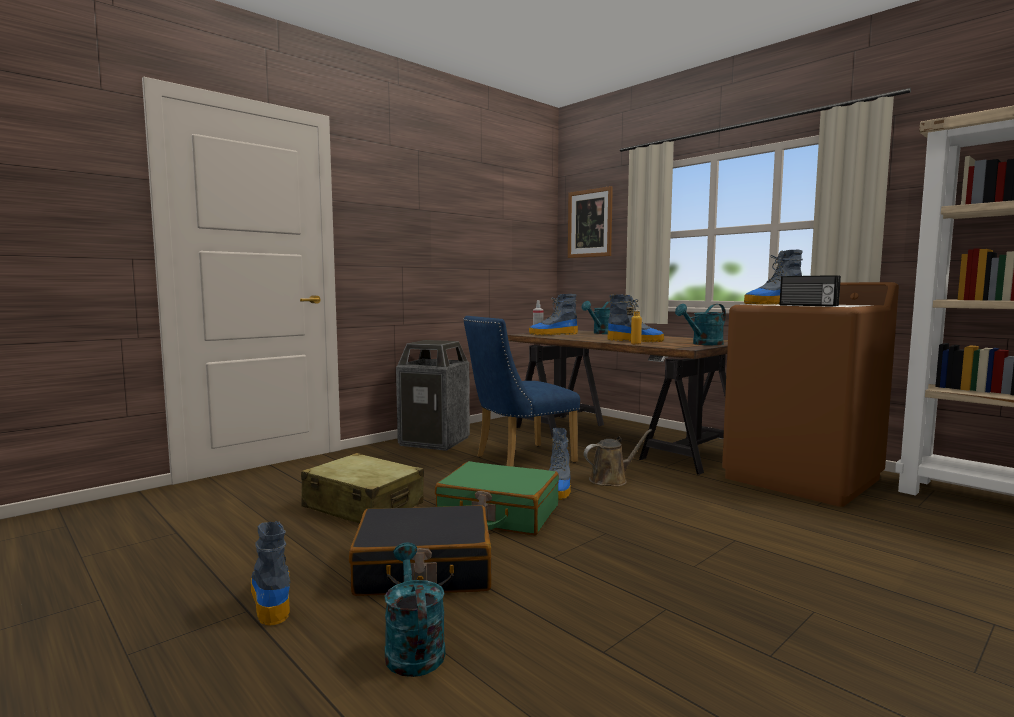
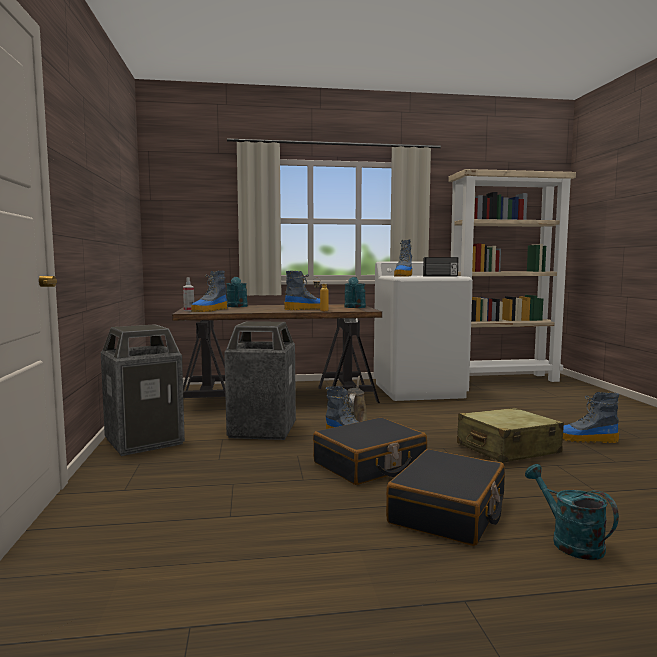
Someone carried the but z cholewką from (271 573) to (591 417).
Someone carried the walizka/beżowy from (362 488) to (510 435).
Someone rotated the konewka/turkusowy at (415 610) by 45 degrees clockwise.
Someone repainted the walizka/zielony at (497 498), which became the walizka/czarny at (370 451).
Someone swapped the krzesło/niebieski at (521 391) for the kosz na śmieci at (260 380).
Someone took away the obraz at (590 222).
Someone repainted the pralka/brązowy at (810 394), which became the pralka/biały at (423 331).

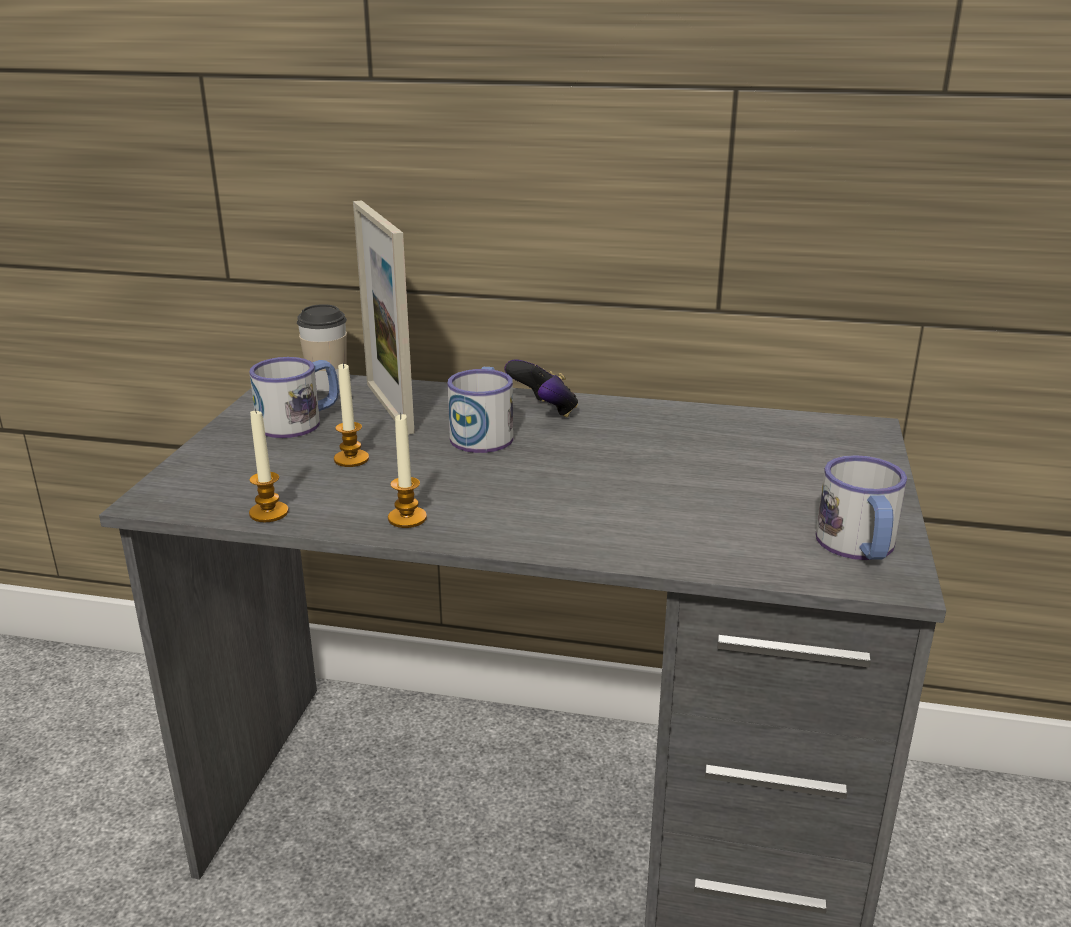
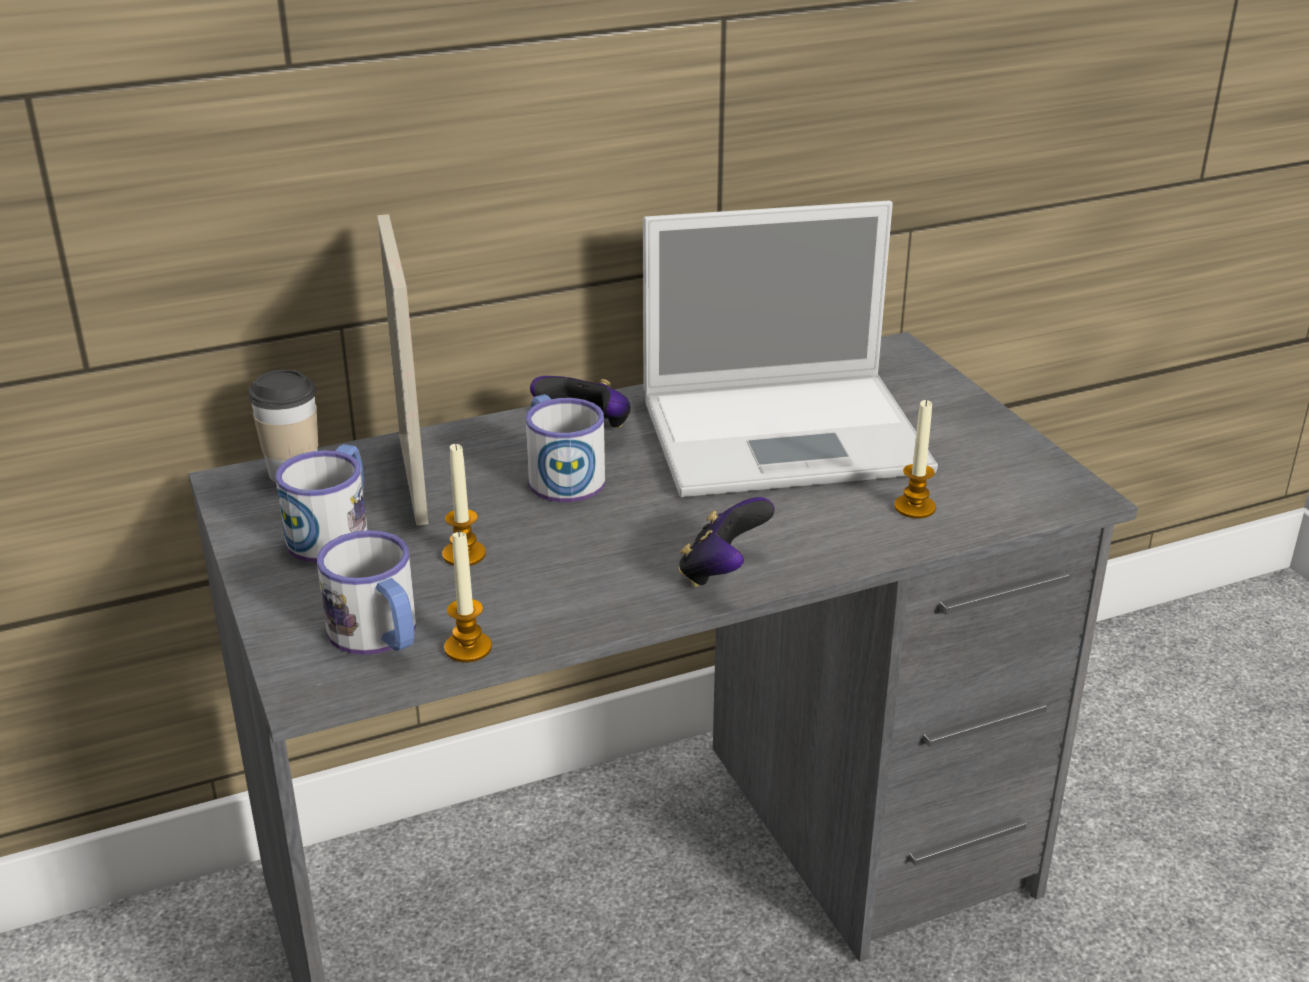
Someone rotated the ramka na zdjęcie at (384 317) by 45 degrees clockwise.
Someone carried the świeca from (407 470) to (915 459).
Someone carried the kubek from (861 507) to (366 592).
Someone put down the laptop at (790 349).
Someone put down the pad do gier at (727 542).

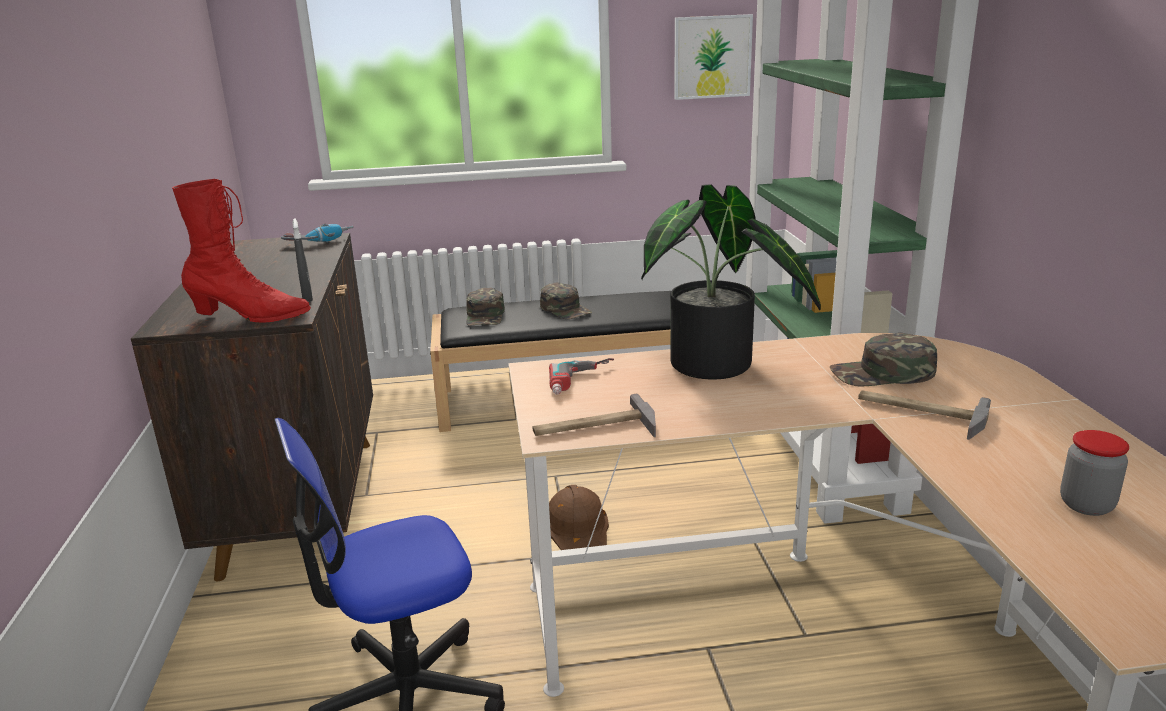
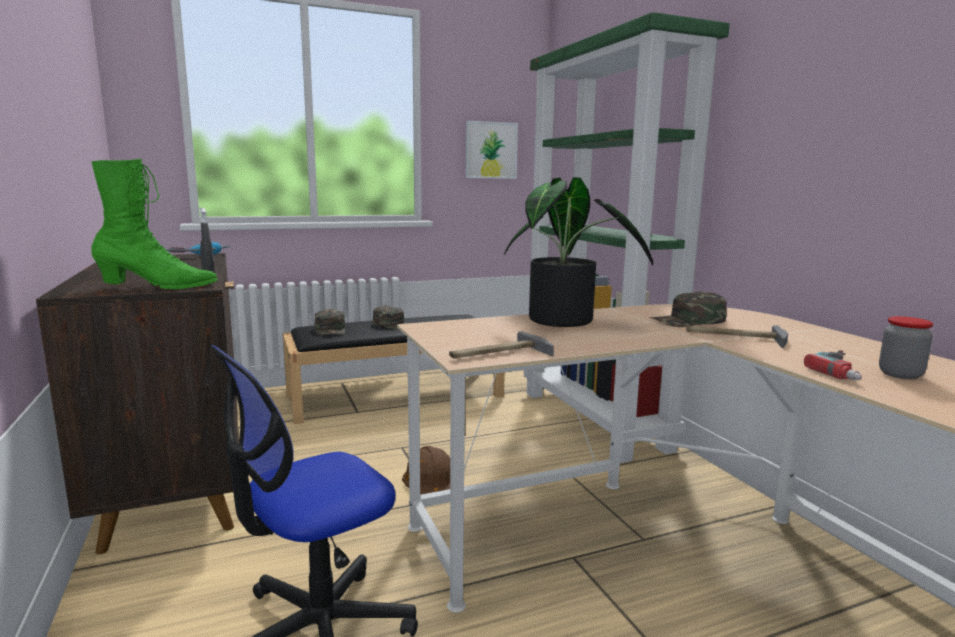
Someone repainted the but z cholewką/czerwony at (241 251), which became the but z cholewką/zielony at (154 224).
Someone carried the wiertarka from (581 376) to (833 365).

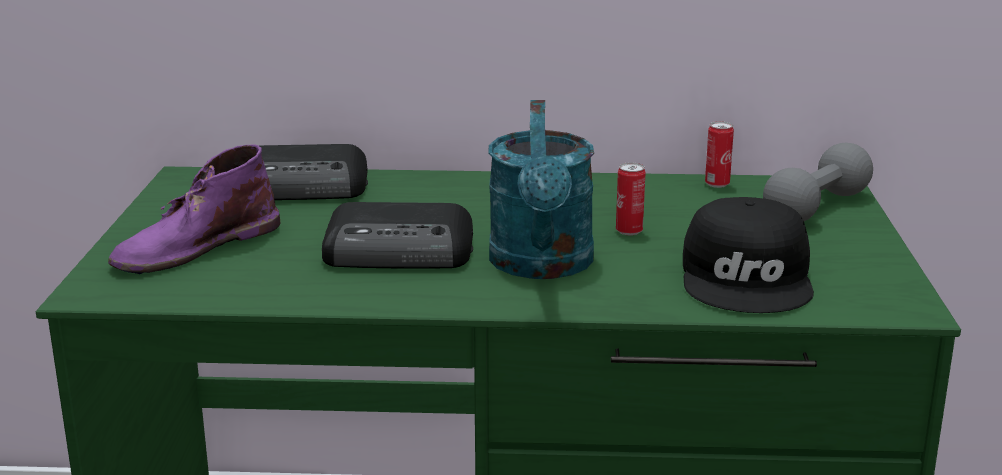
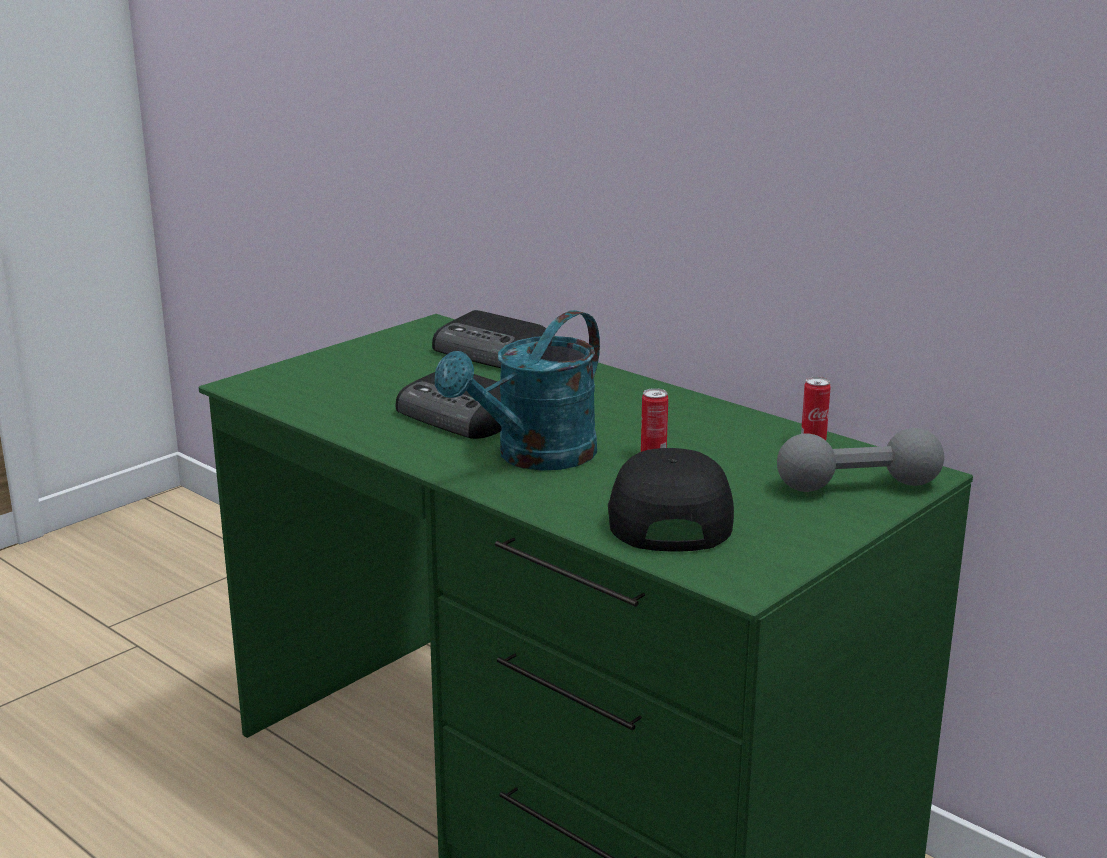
Someone took away the but z cholewką/fioletowy at (194 209).
Someone rotated the czapka z daszkiem/czarny at (748 255) by 135 degrees clockwise.

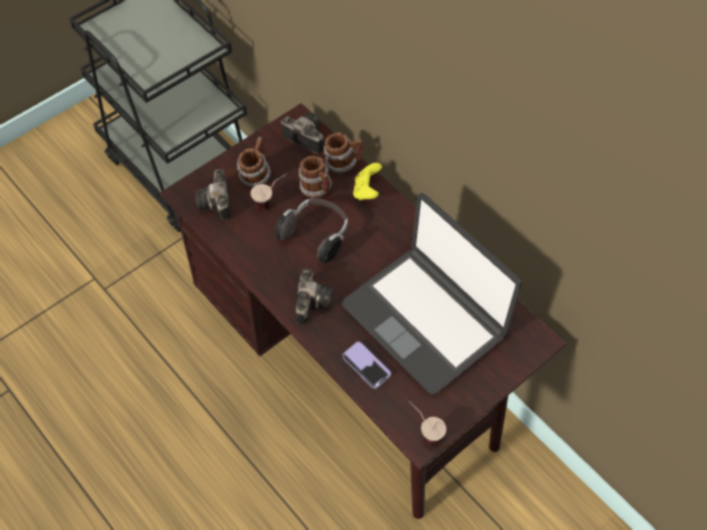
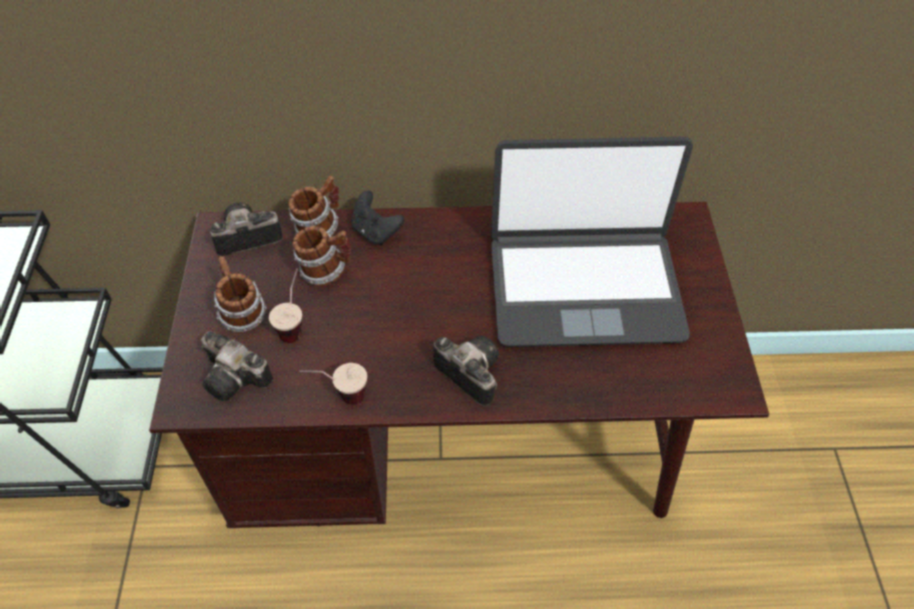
Someone took away the słuchawki at (311 230).
Someone took away the telefon at (366 365).
Someone repainted the pad do gier/żółty at (367 181), which became the pad do gier/czarny at (378 217).
Someone carried the filiżanka from (427 423) to (333 384).

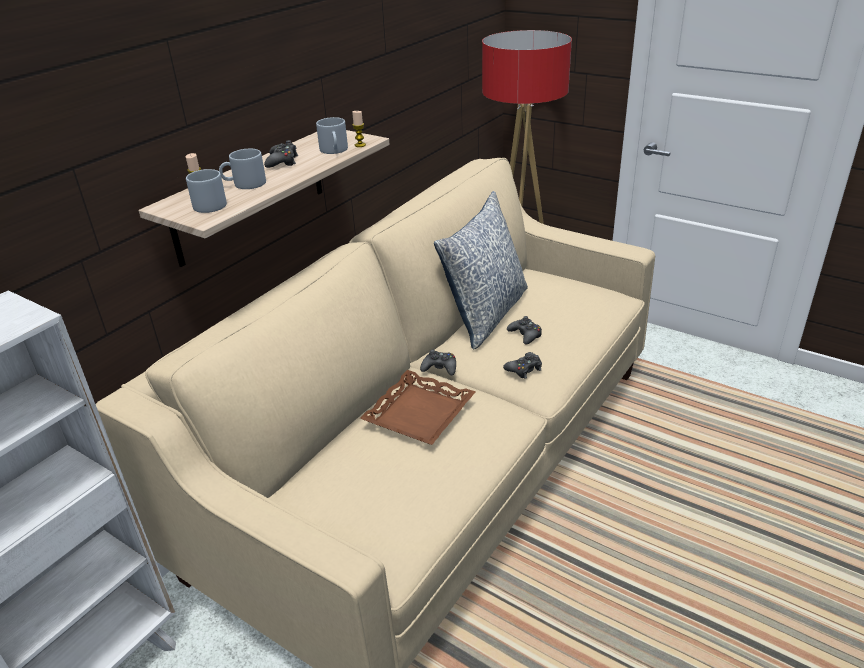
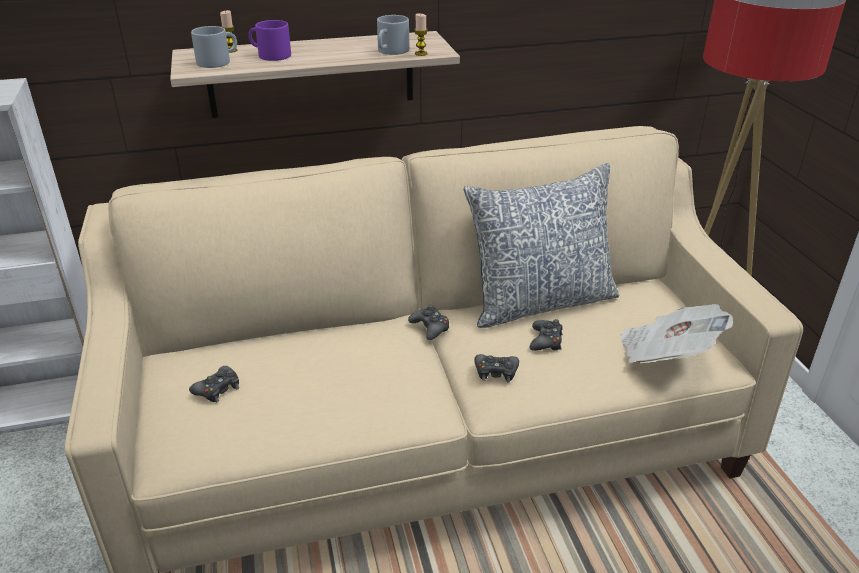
Someone repainted the kubek/szary at (242 169), which became the kubek/fioletowy at (269 40).
Someone carried the pad do gier/czarny from (281 154) to (214 384).
Someone took away the taca/brązowy at (418 407).
Someone put down the gazeta at (677 333).

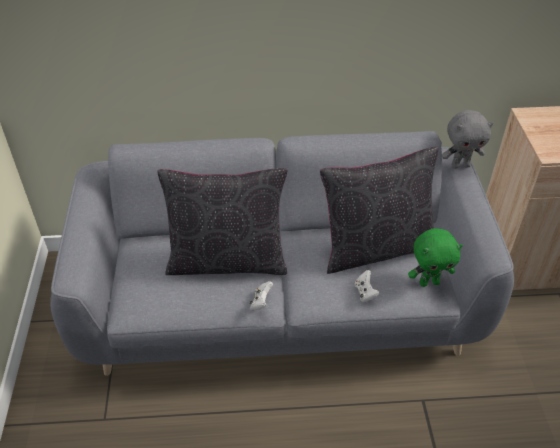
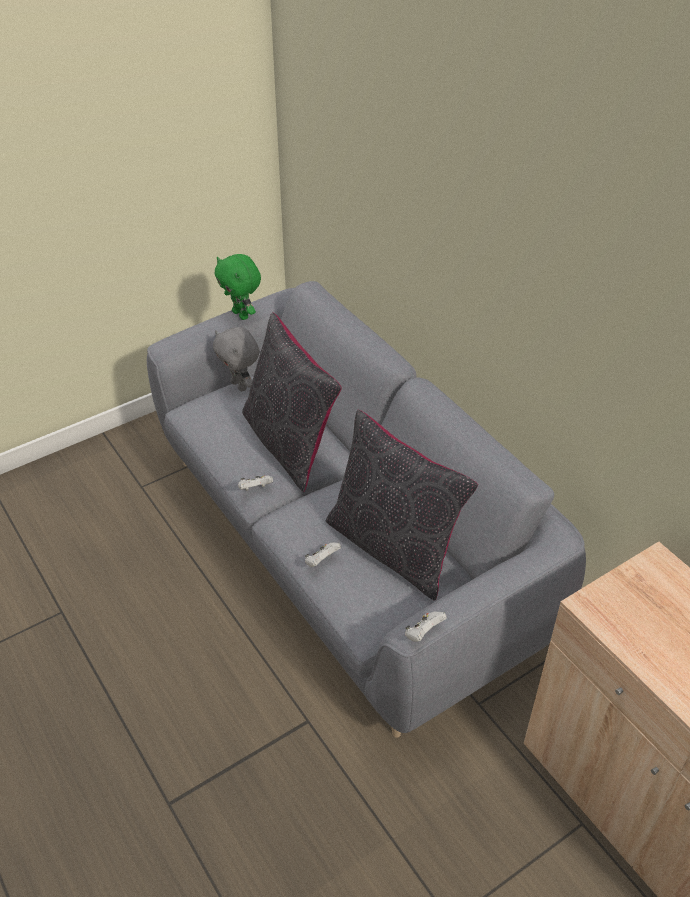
Someone carried the pluszak/zielony from (435 257) to (238 287).
Someone carried the pluszak/szary from (468 139) to (236 359).
Someone put down the pad do gier/biały at (426 627).

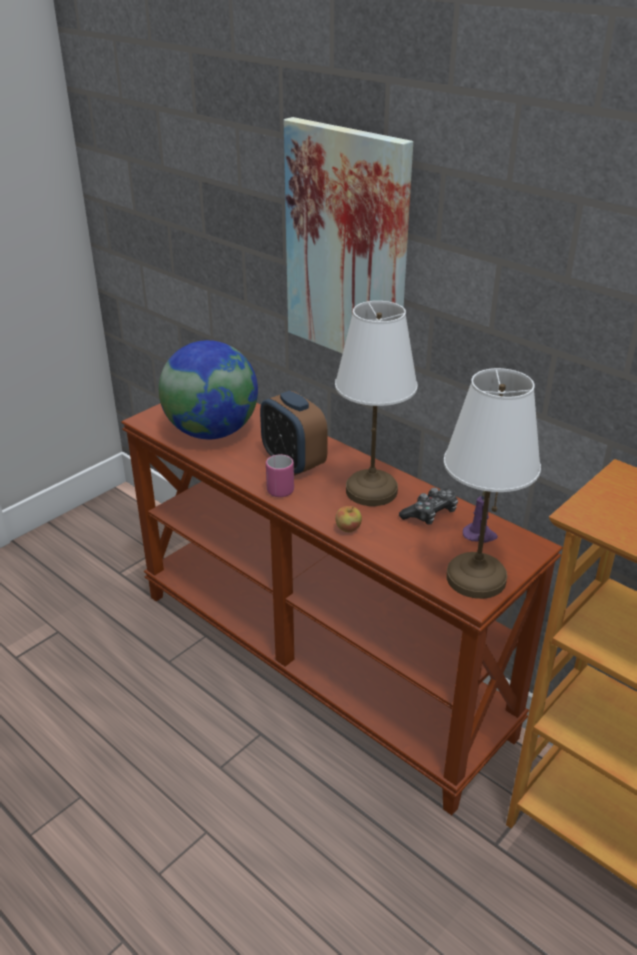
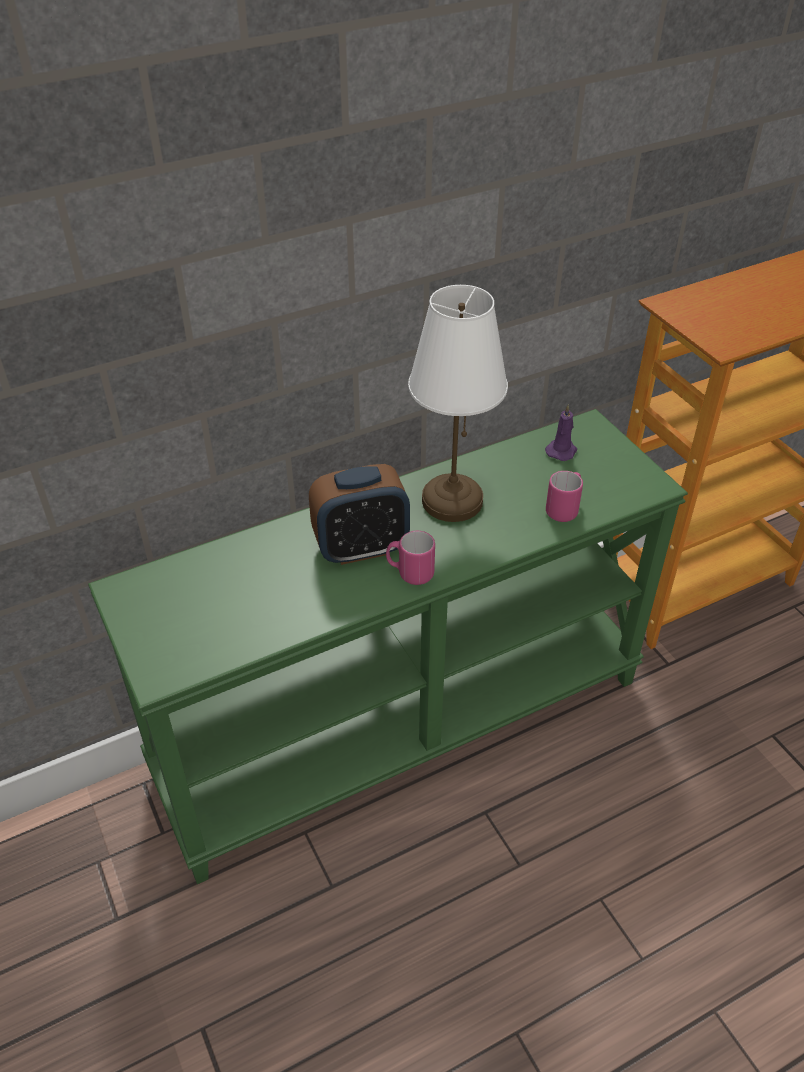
Someone repainted the stolik konsolowy/brązowy at (342 609), which became the stolik konsolowy/zielony at (388 646).
Someone took away the globus at (208 389).
Someone took away the obraz at (348 235).
Someone took away the jabłko at (349 519).
Someone took away the pad do gier at (428 506).
Someone took away the lampa stołowa/biały at (492 483).
Someone put down the kubek/różowy at (564 496).

